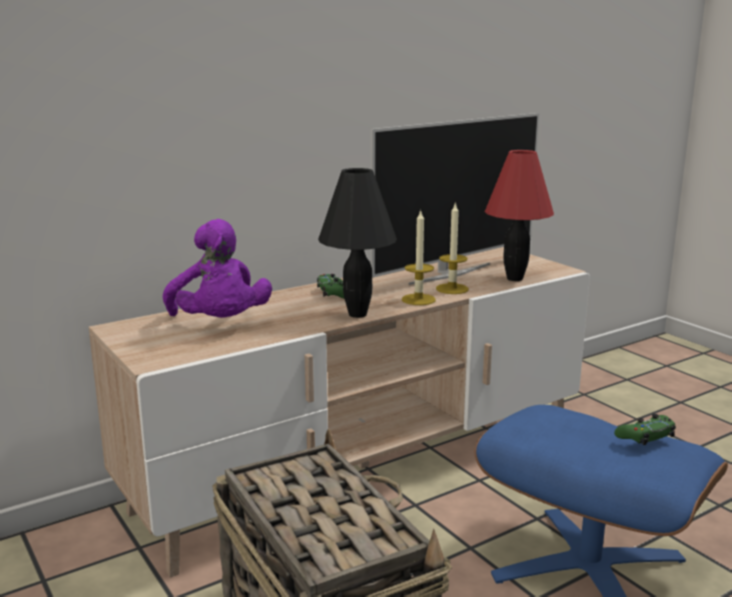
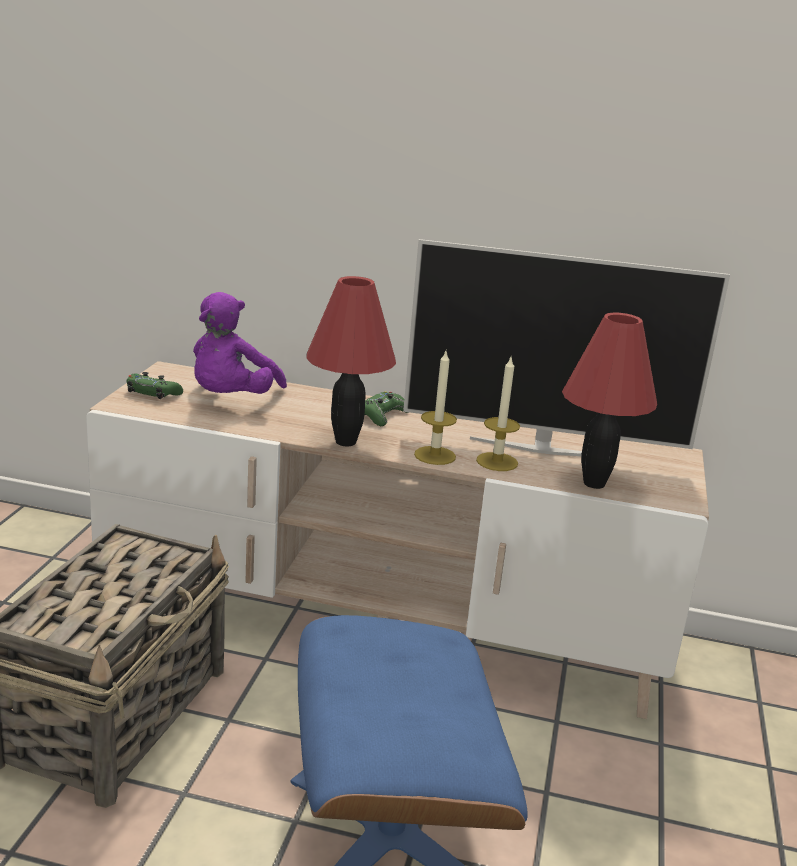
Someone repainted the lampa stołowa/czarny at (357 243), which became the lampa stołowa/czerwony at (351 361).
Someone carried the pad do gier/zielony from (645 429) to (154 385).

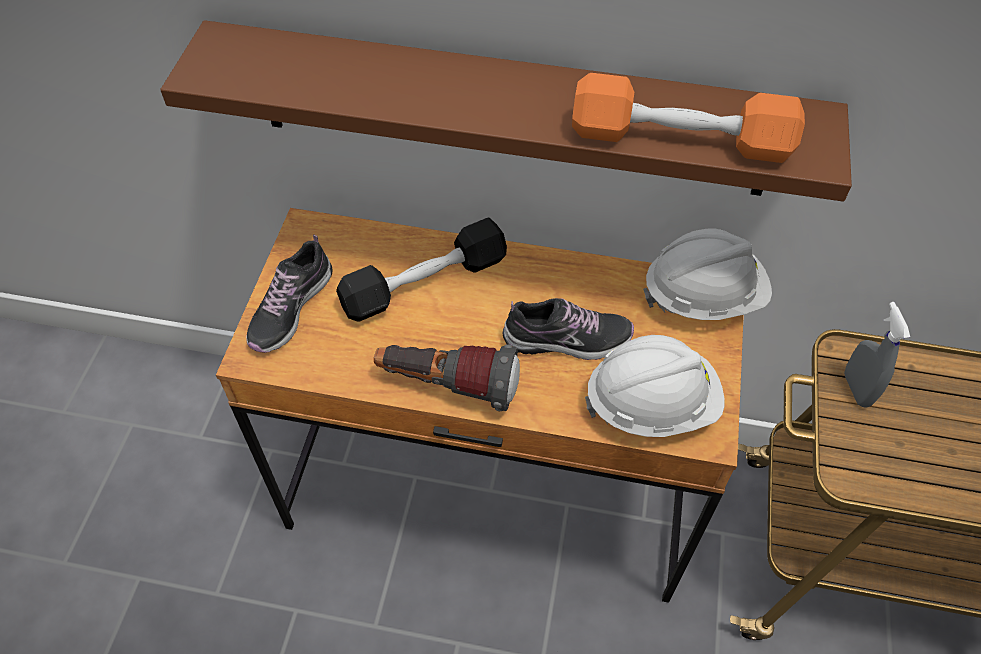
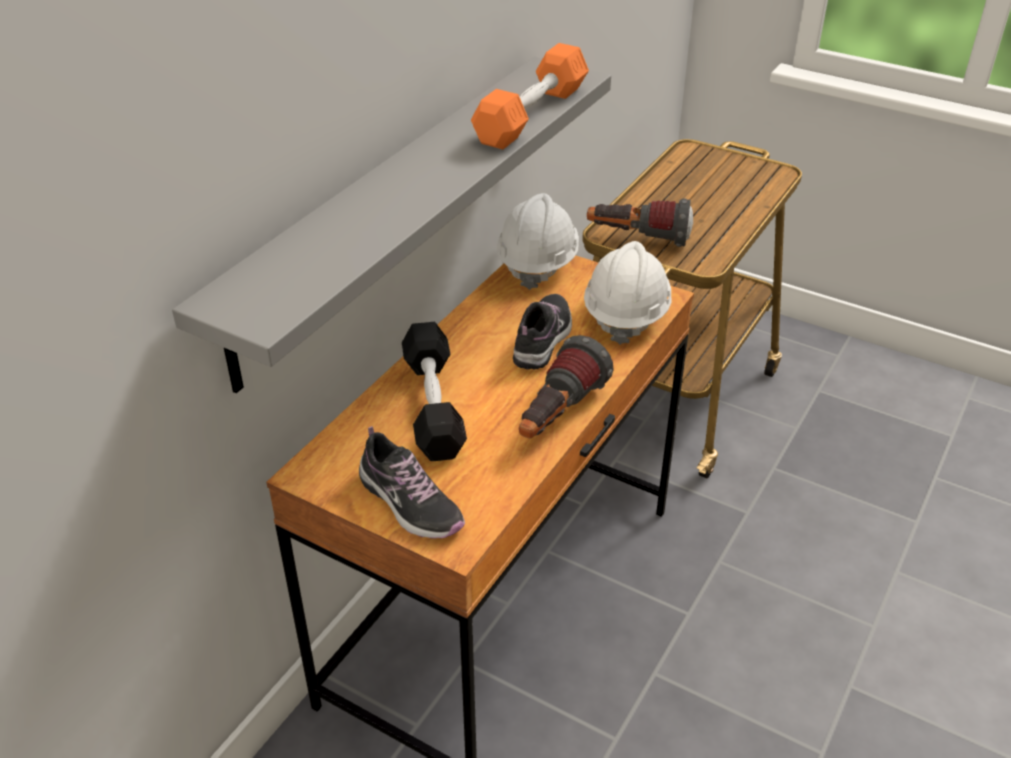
Someone repainted the półka/brązowy at (506 110), which became the półka/szary at (391 225).
Someone swapped the spryskiwacz/szary at (877 354) for the latarka at (640 222).

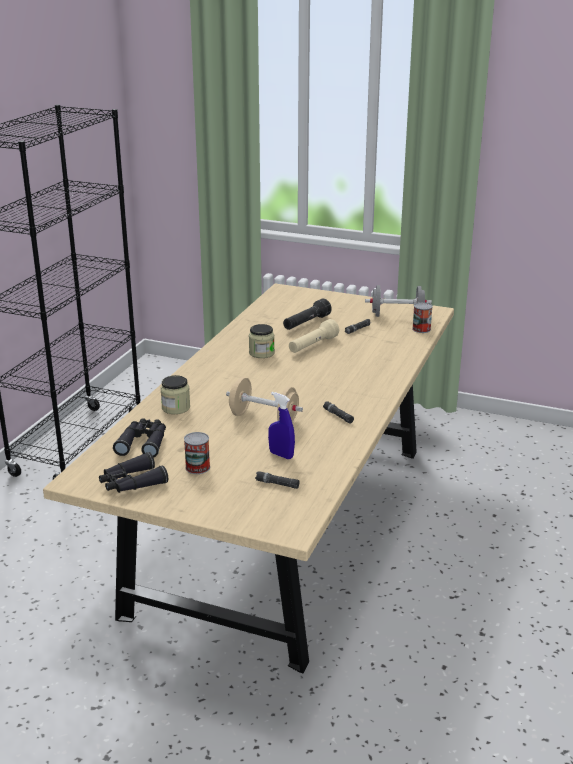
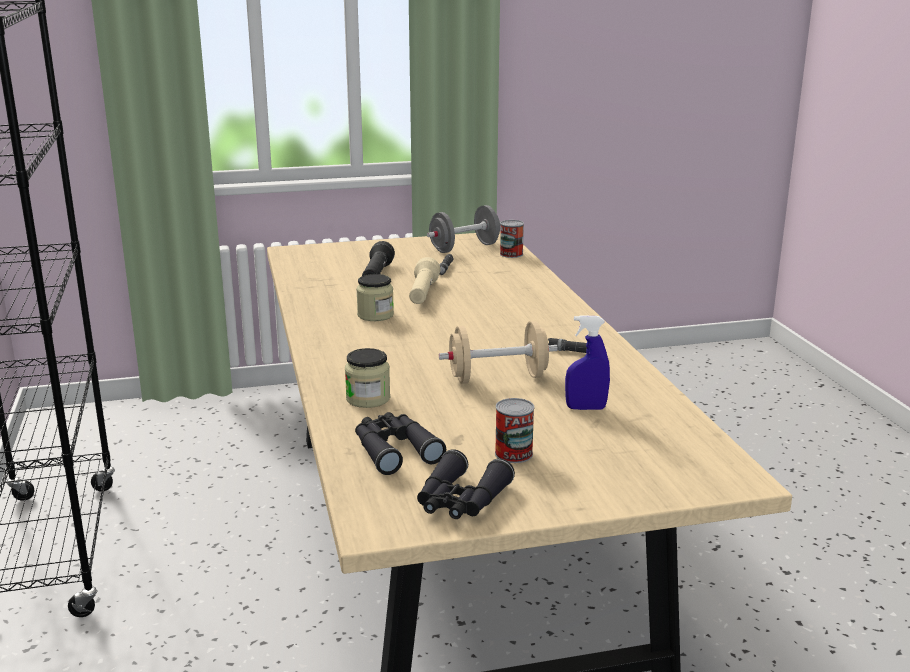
Someone took away the latarka/czarny at (277 480).

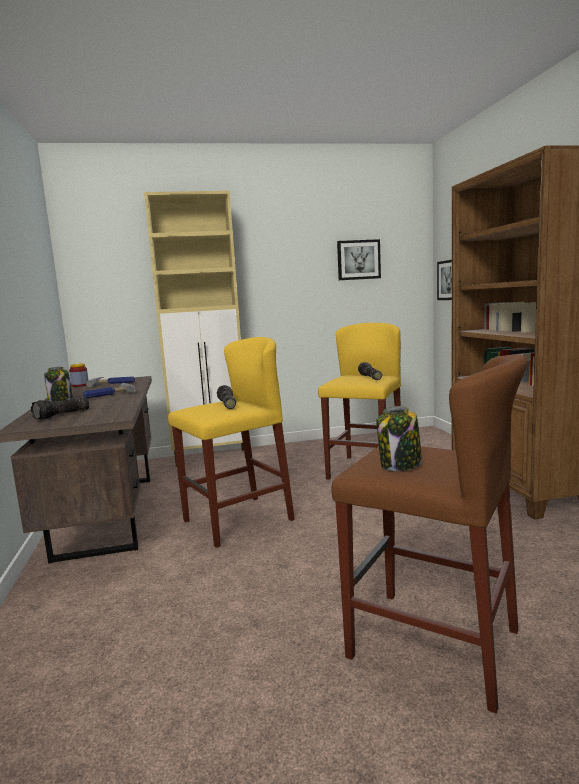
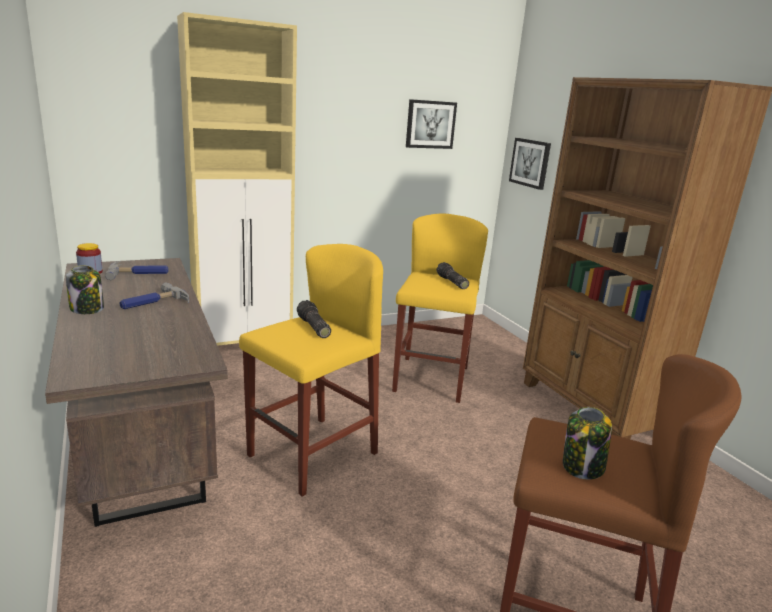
Someone took away the latarka at (60 409).

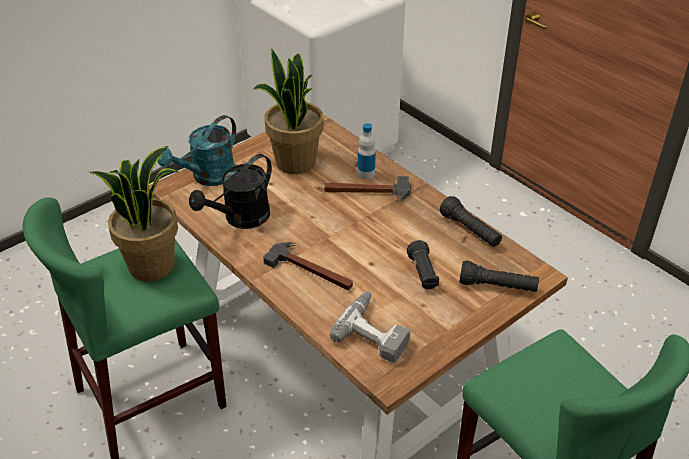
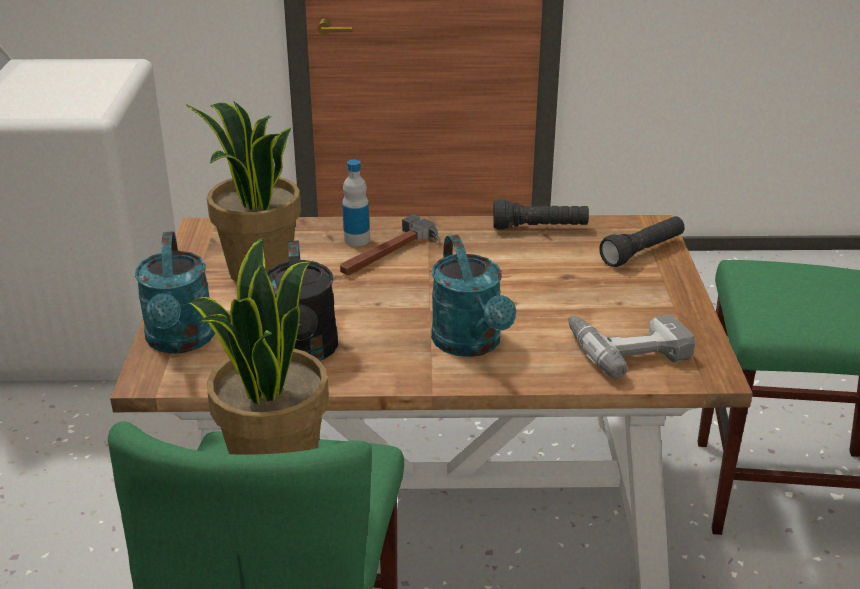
Someone swapped the młotek at (308 266) for the konewka/turkusowy at (473 296).
Someone took away the latarka/czarny at (423 264).

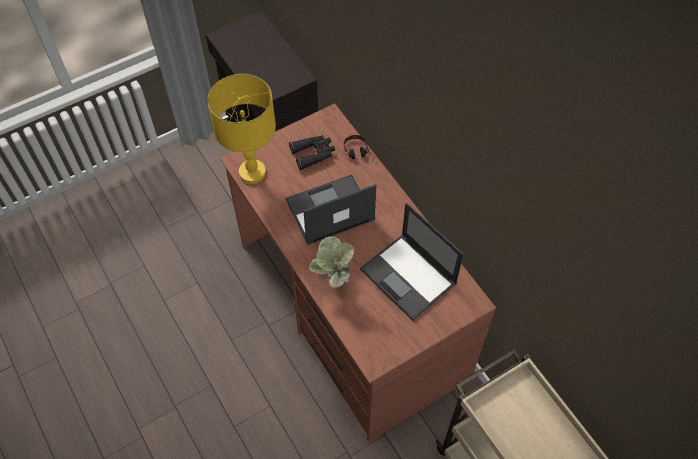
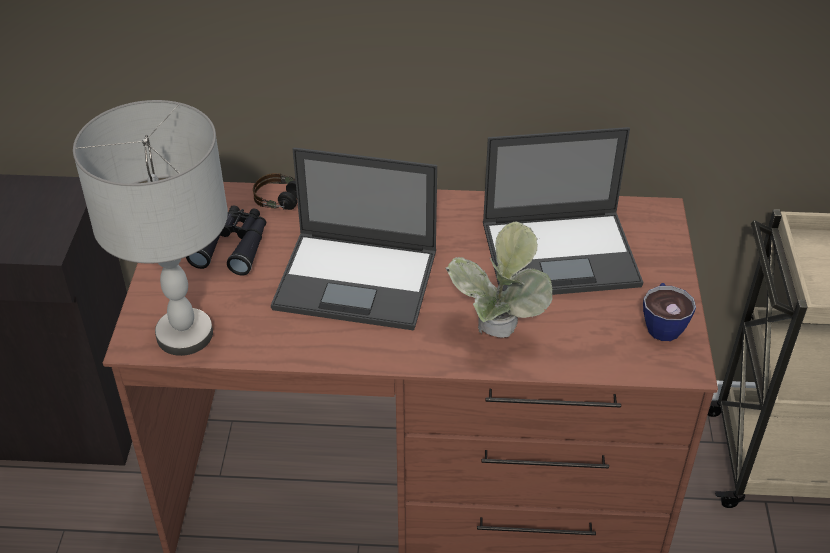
Someone repainted the lampa stołowa/żółty at (241 129), which became the lampa stołowa/szary at (150 228).
Someone rotated the laptop at (330 209) by 90 degrees counterclockwise.
Someone put down the filiżanka at (669 312).

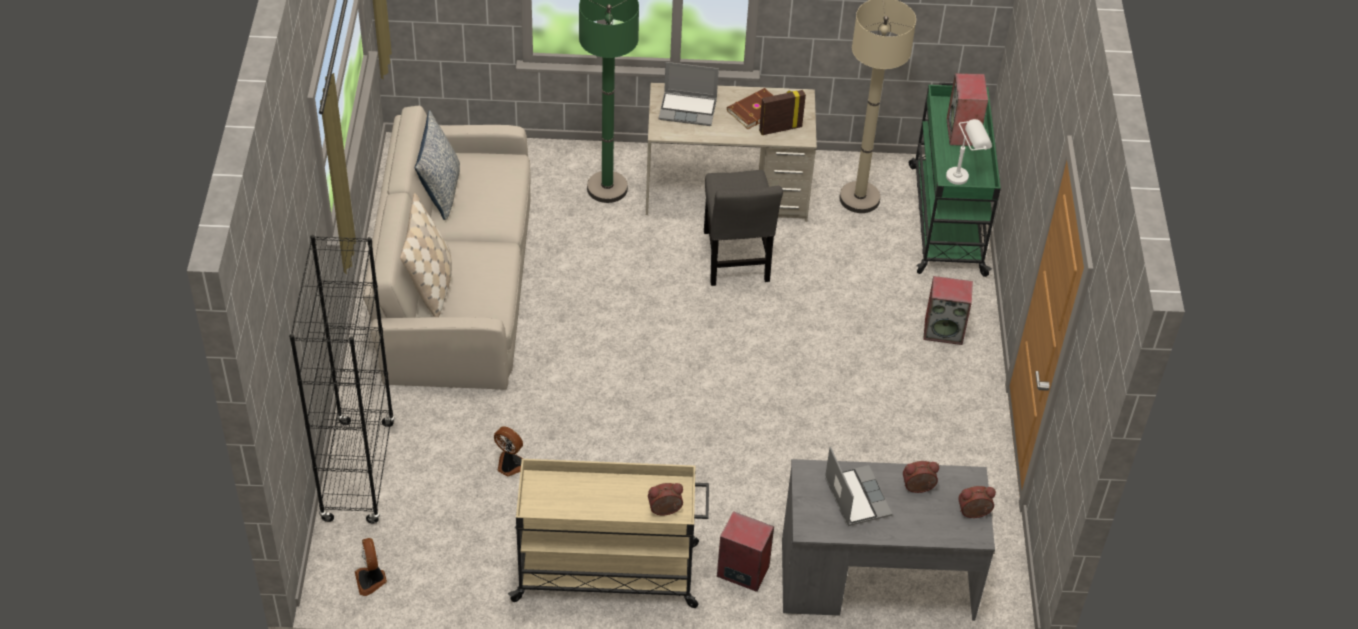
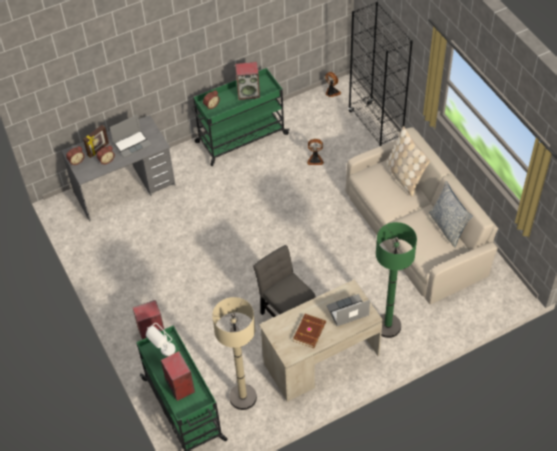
Someone repainted the wózek/beżowy at (608 533), which became the wózek/zielony at (240 117).
Someone carried the głośnik from (745 551) to (247 81).
Someone carried the ramka na zdjęcie from (782 112) to (96 141).
Someone rotated the laptop at (858 486) by 75 degrees counterclockwise.

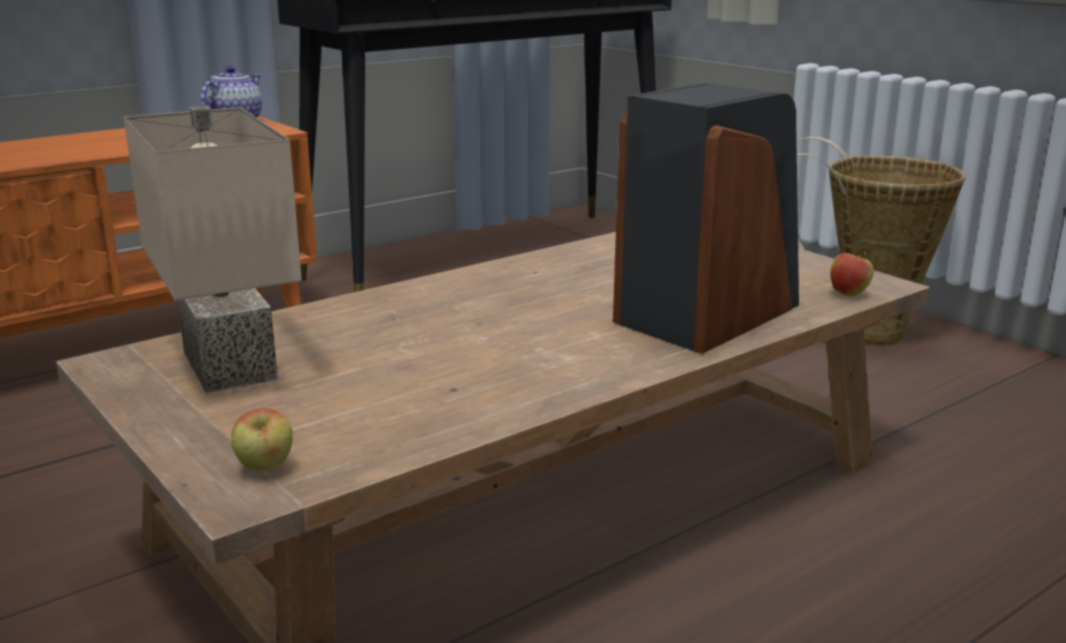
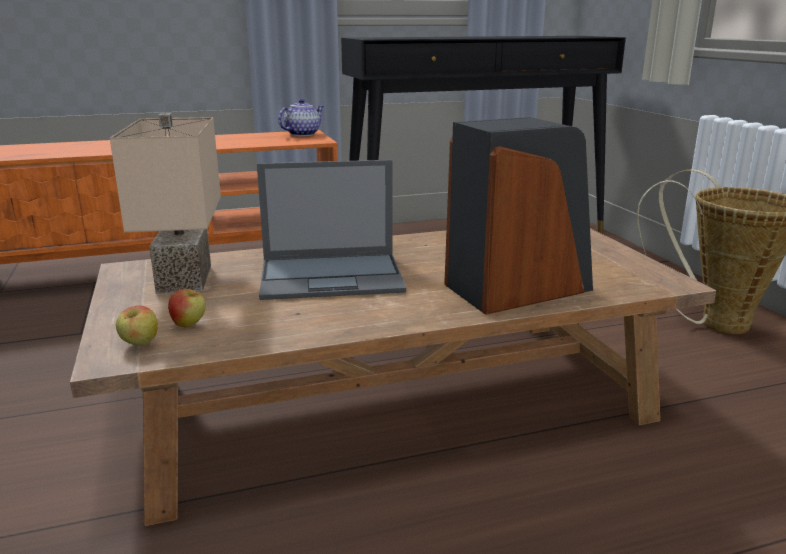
Someone carried the jabłko from (852 274) to (187 308).
Someone put down the laptop at (331 230).

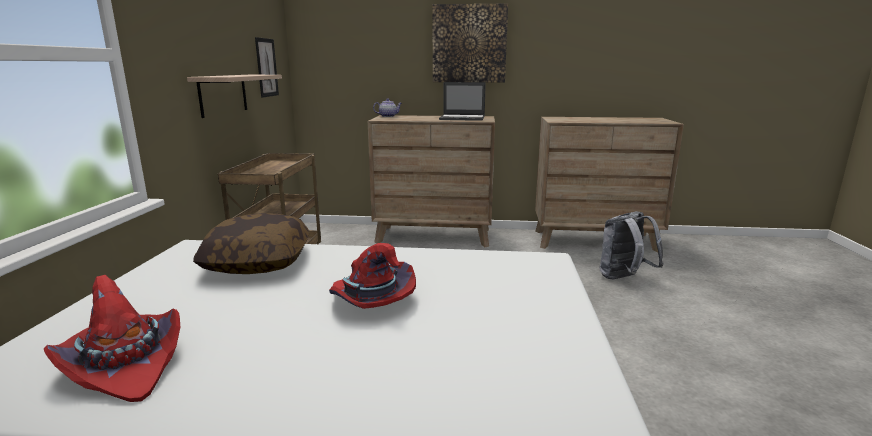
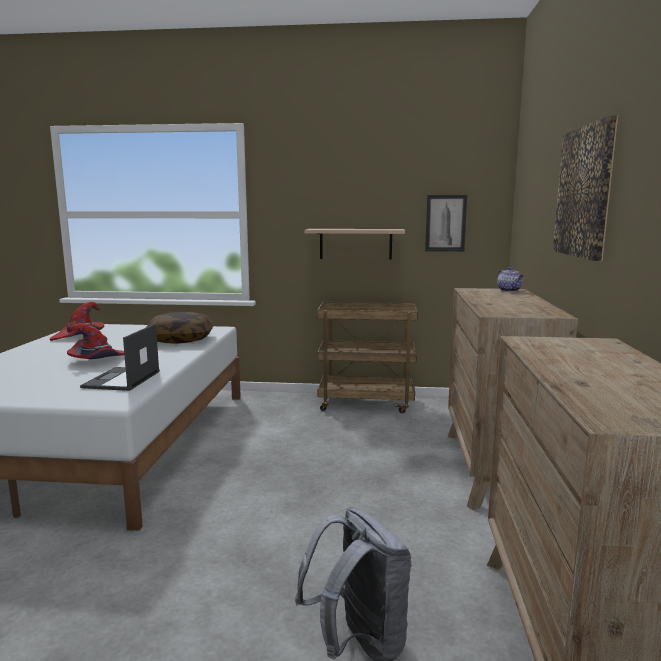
Someone carried the laptop from (462 101) to (120 357).

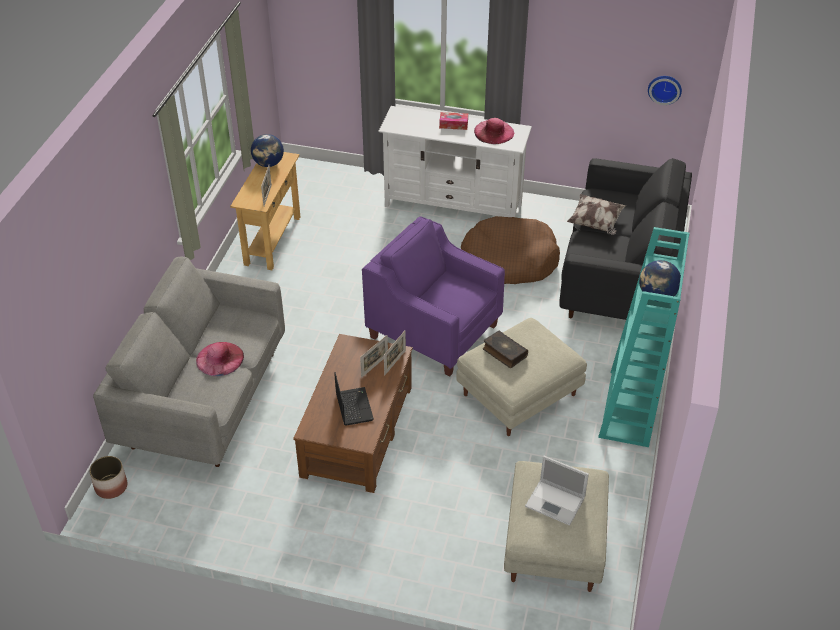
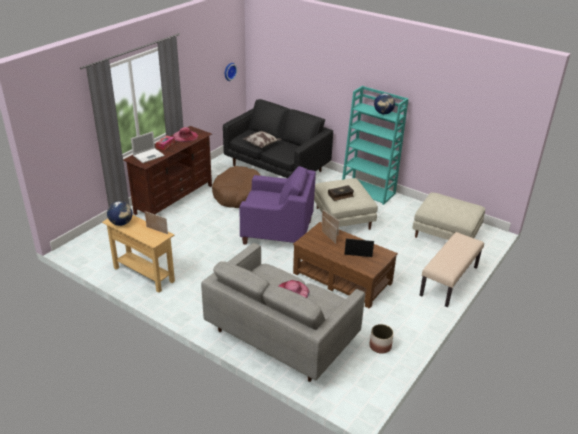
Someone carried the donica from (108 477) to (382 339).
Someone rotated the fotel/fioletowy at (433 296) by 135 degrees counterclockwise.
Someone repainted the szafka pod telewizor/biały at (455 161), which became the szafka pod telewizor/brązowy at (167 170).
Someone carried the laptop from (557 491) to (148 147).
Someone put down the ławka/beżowy at (452 269).

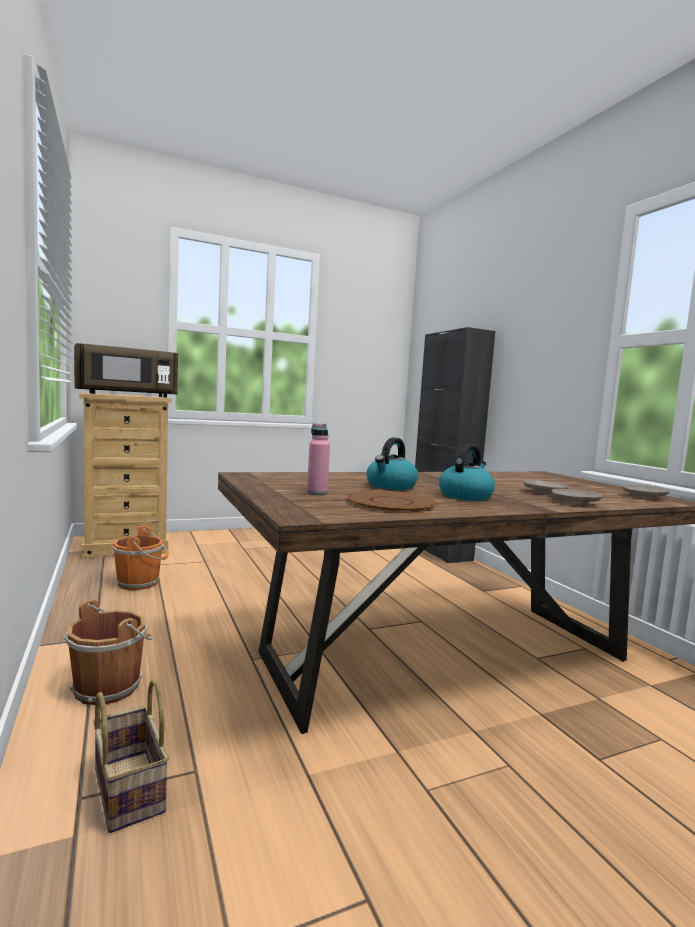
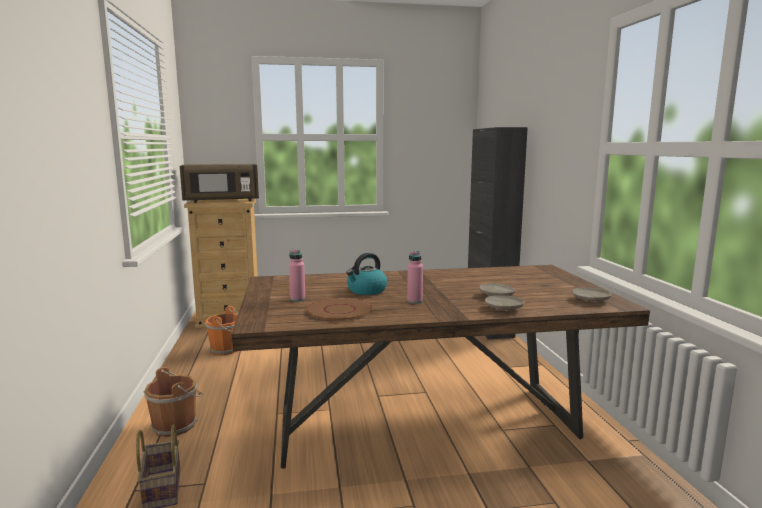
Someone swapped the czajnik at (467 472) for the butelka/różowy at (415 277).

